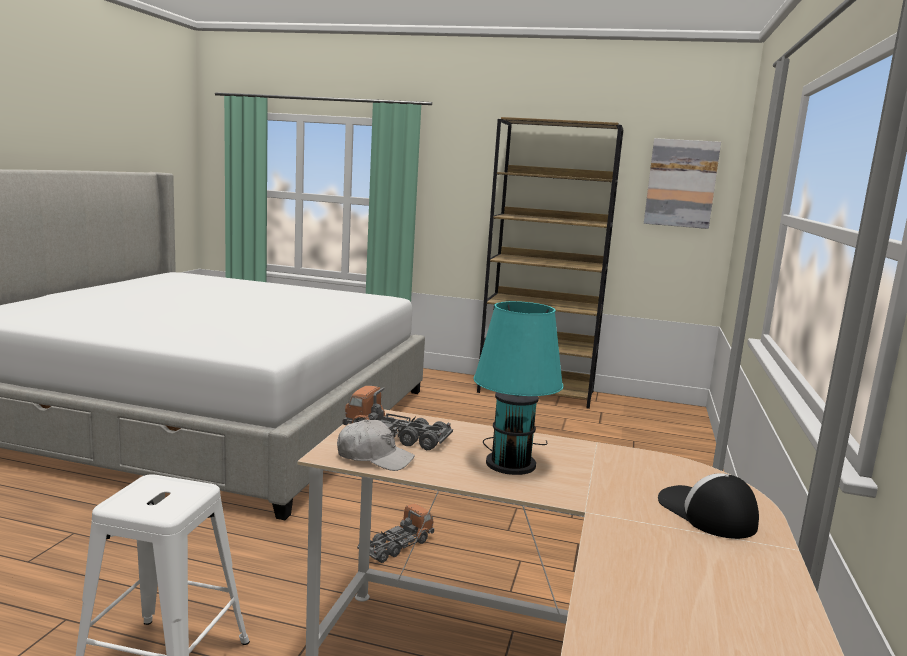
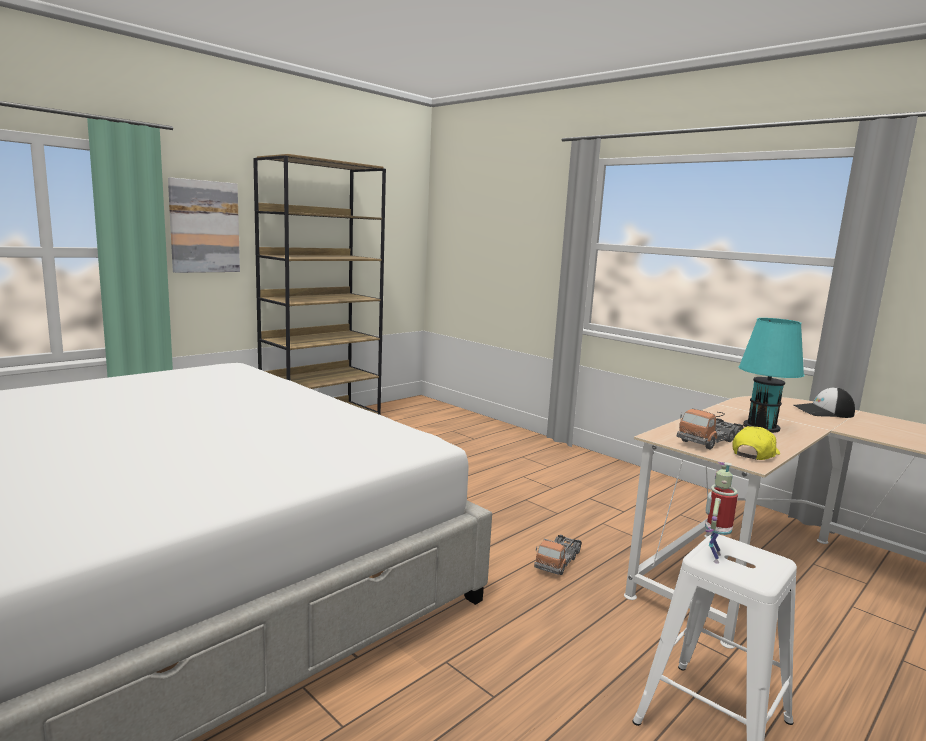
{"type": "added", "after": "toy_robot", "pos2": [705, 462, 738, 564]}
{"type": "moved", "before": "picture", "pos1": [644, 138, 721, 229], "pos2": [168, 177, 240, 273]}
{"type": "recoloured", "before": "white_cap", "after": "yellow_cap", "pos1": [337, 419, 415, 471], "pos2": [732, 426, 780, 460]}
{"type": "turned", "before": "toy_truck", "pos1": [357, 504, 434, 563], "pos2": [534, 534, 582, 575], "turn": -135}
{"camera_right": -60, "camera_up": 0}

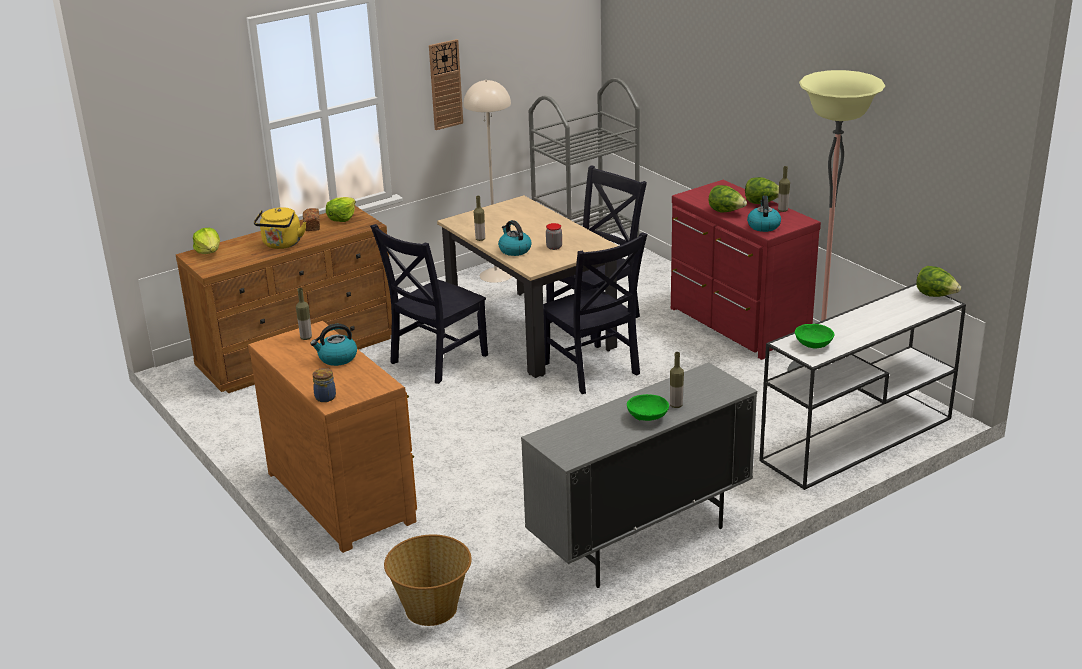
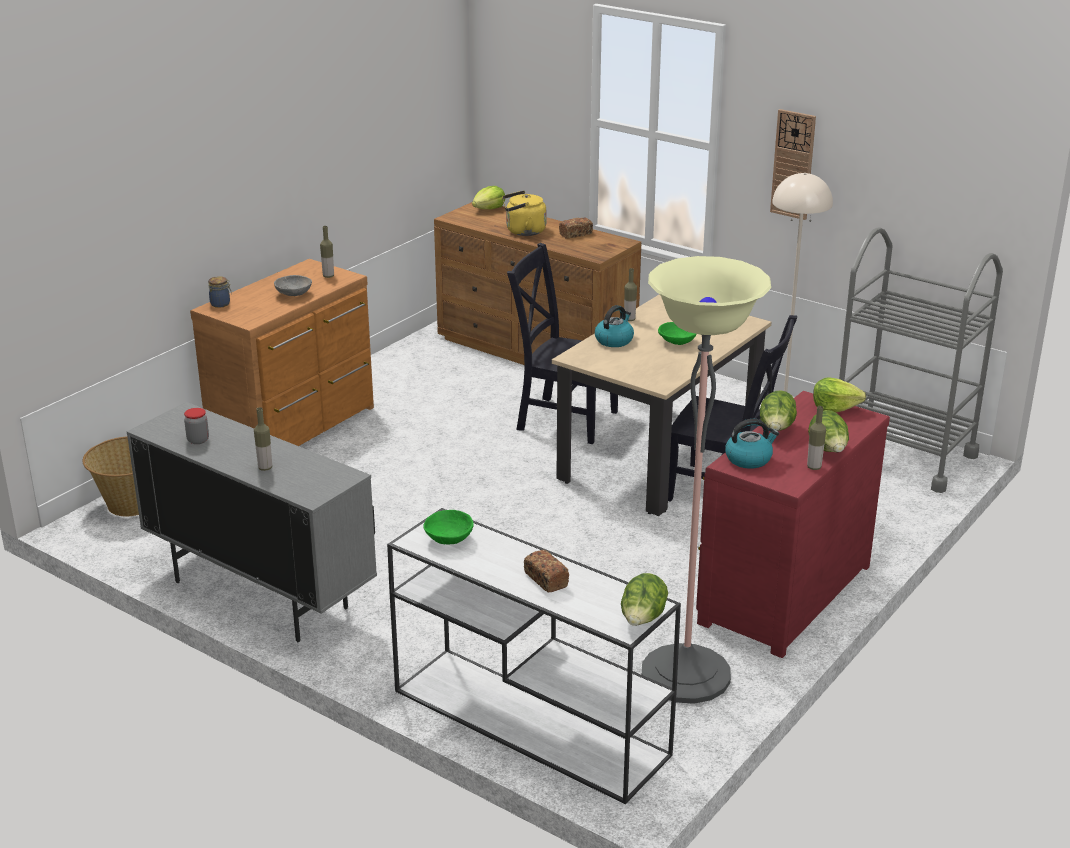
{"type": "removed", "before": "black_chair", "pos1": [543, 232, 647, 394]}
{"type": "added", "after": "bread", "pos2": [524, 550, 569, 593]}
{"type": "moved", "before": "lettuce", "pos1": [326, 197, 356, 222], "pos2": [813, 378, 866, 413]}
{"type": "moved", "before": "jar", "pos1": [546, 223, 562, 250], "pos2": [184, 408, 209, 444]}
{"type": "moved", "before": "green_bowl", "pos1": [627, 394, 669, 421], "pos2": [658, 322, 697, 345]}
{"type": "replaced", "before": "kettle", "after": "grey_bowl", "pos1": [310, 324, 357, 366], "pos2": [274, 275, 312, 296]}
{"camera_right": 70, "camera_up": 0}

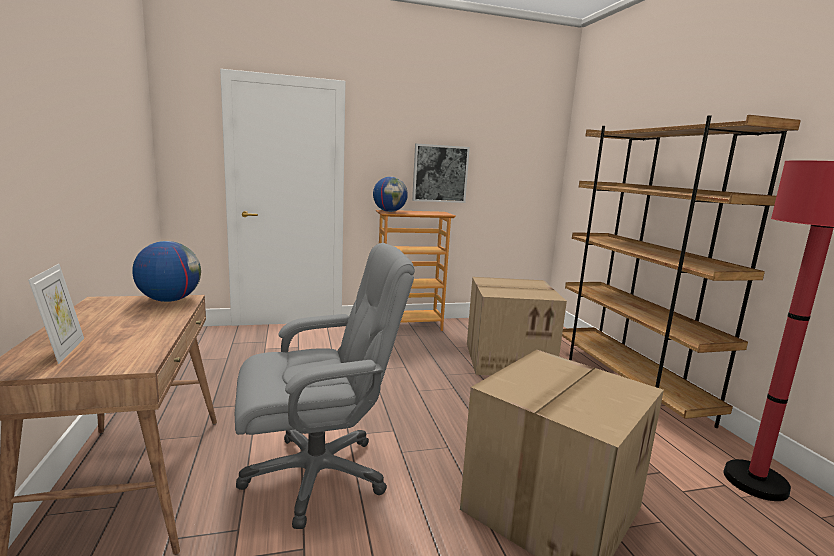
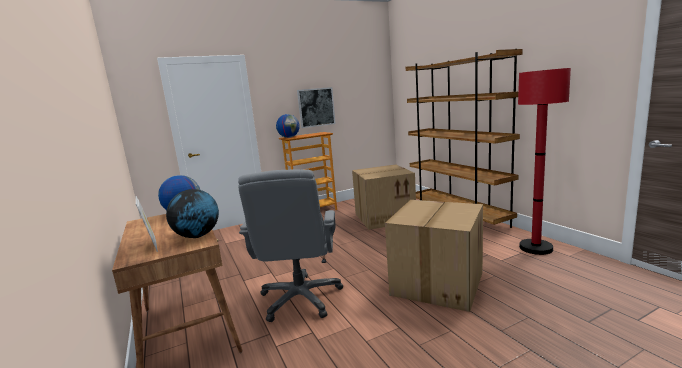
{"type": "added", "after": "globe", "pos2": [166, 189, 219, 238]}
{"type": "turned", "before": "grey_office_chair", "pos1": [235, 243, 415, 529], "pos2": [238, 169, 343, 322], "turn": 120}
{"camera_right": -10, "camera_up": 0}

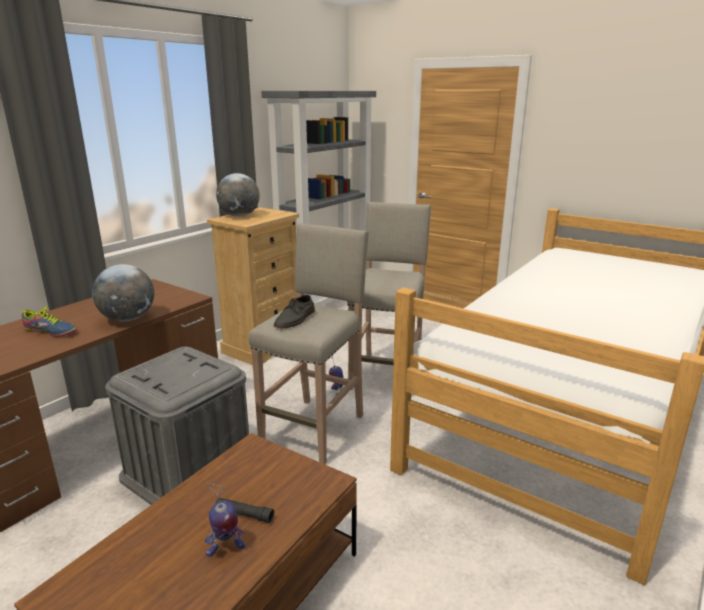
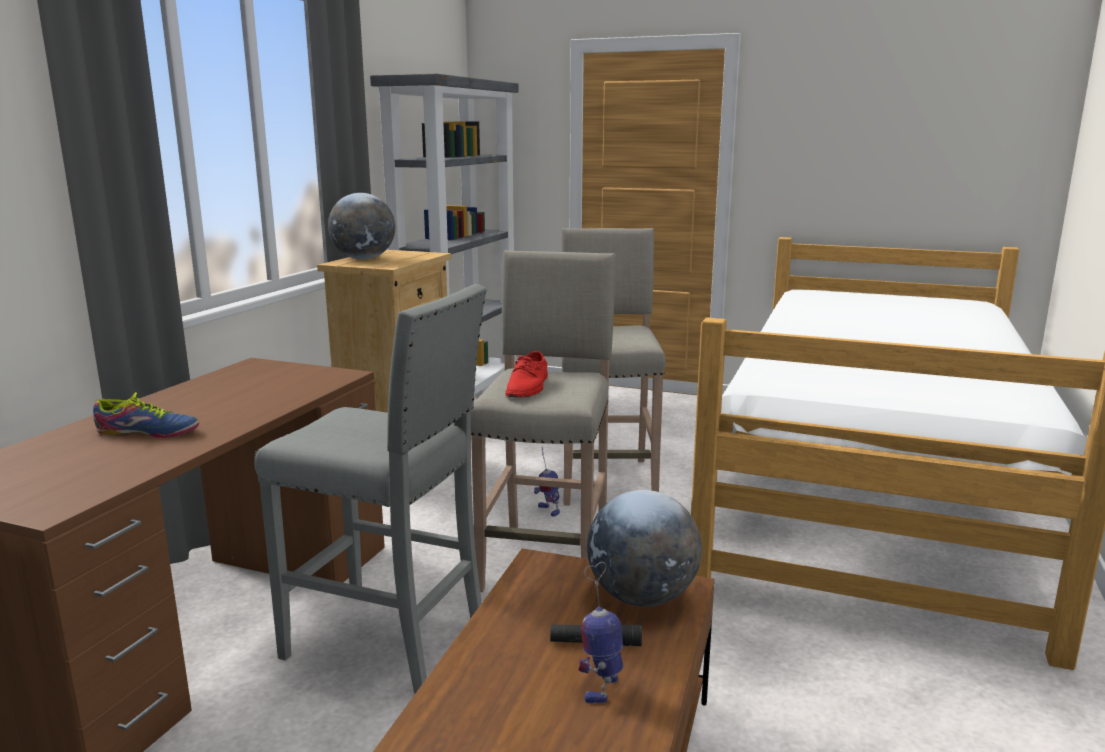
{"type": "moved", "before": "globe", "pos1": [92, 264, 154, 322], "pos2": [587, 490, 702, 606]}
{"type": "replaced", "before": "grey_storage_box", "after": "grey_stool", "pos1": [105, 347, 249, 505], "pos2": [254, 284, 487, 694]}
{"type": "recoloured", "before": "grey_shoe", "after": "red_shoe", "pos1": [274, 295, 315, 328], "pos2": [505, 351, 548, 398]}
{"type": "turned", "before": "toy_robot", "pos1": [204, 483, 245, 557], "pos2": [578, 562, 623, 704], "turn": 150}
{"camera_right": -15, "camera_up": -5}

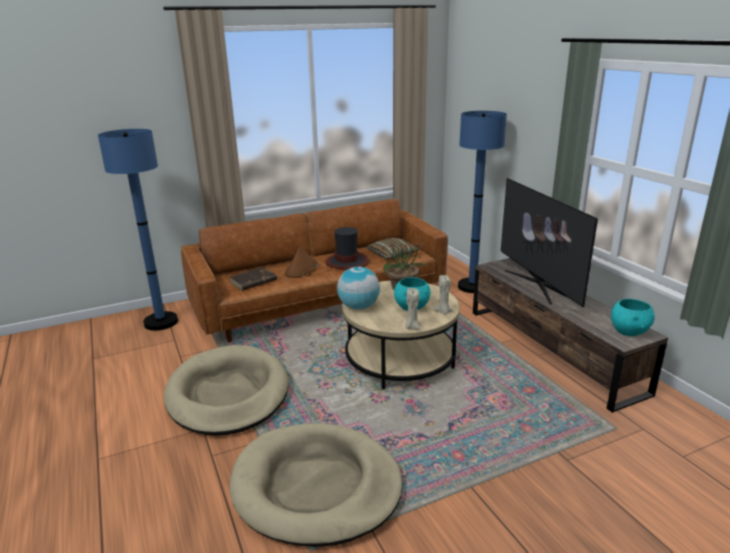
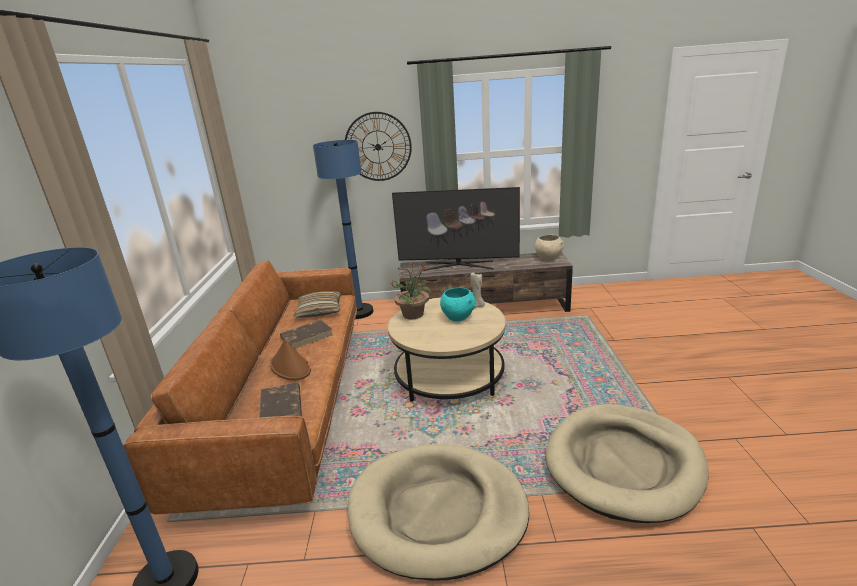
{"type": "removed", "before": "globe", "pos1": [337, 267, 380, 310]}
{"type": "removed", "before": "beige_candle", "pos1": [406, 288, 420, 329]}
{"type": "added", "after": "wall_clock", "pos2": [345, 112, 412, 181]}
{"type": "replaced", "before": "hat", "after": "brown_book", "pos1": [325, 227, 369, 270], "pos2": [280, 320, 333, 349]}
{"type": "recoloured", "before": "turquoise_bowl", "after": "beige_bowl", "pos1": [611, 299, 655, 336], "pos2": [535, 235, 565, 260]}
{"camera_right": -65, "camera_up": 0}

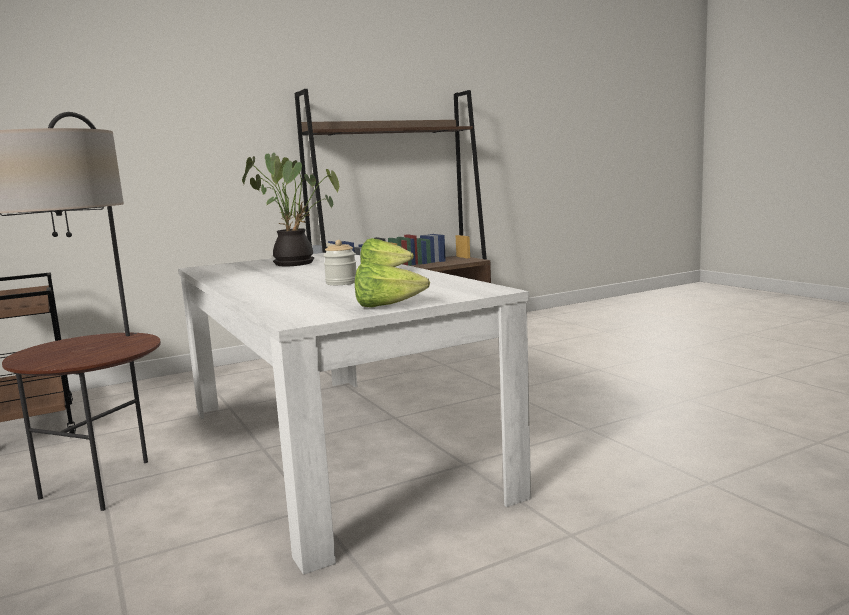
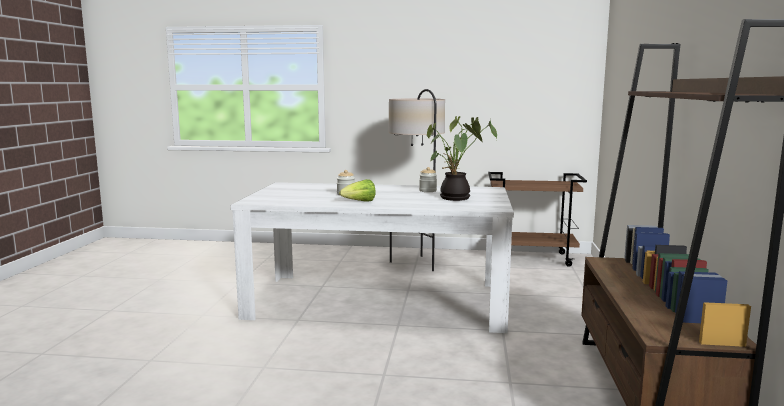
{"type": "removed", "before": "lettuce", "pos1": [355, 262, 430, 308]}
{"type": "added", "after": "jar", "pos2": [419, 167, 437, 192]}
{"camera_right": 125, "camera_up": 0}

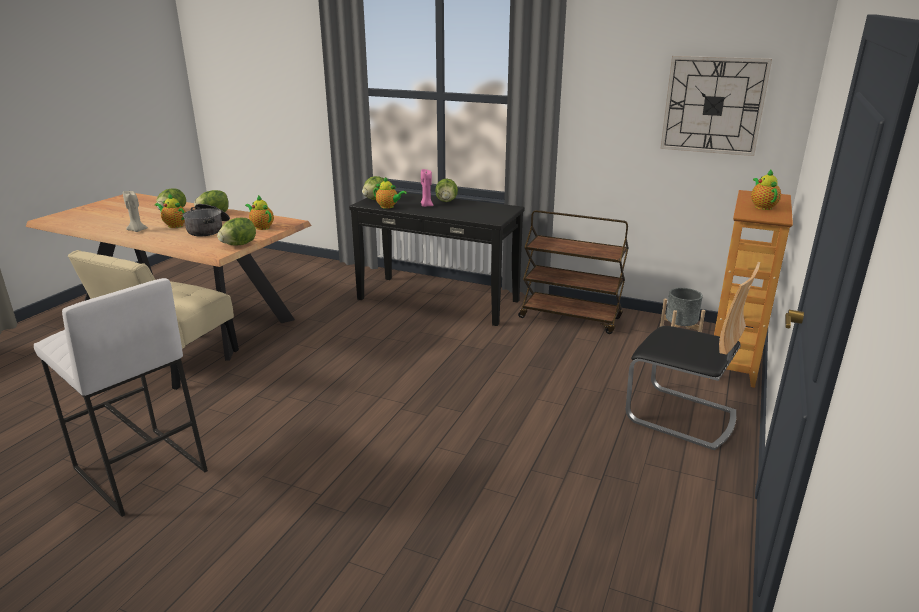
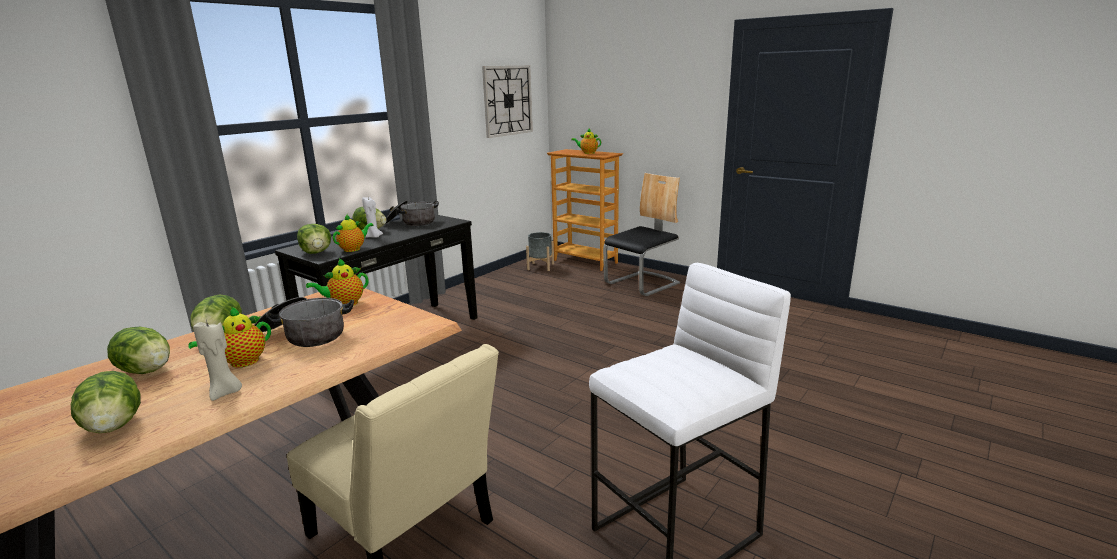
{"type": "removed", "before": "brown_cart", "pos1": [518, 210, 629, 334]}
{"type": "added", "after": "cooking_pot", "pos2": [385, 200, 439, 226]}
{"type": "moved", "before": "lettuce", "pos1": [217, 218, 256, 246], "pos2": [71, 371, 141, 433]}
{"type": "recoloured", "before": "pink_candle", "after": "white_candle", "pos1": [421, 169, 434, 207], "pos2": [362, 197, 383, 238]}
{"camera_right": -75, "camera_up": -5}

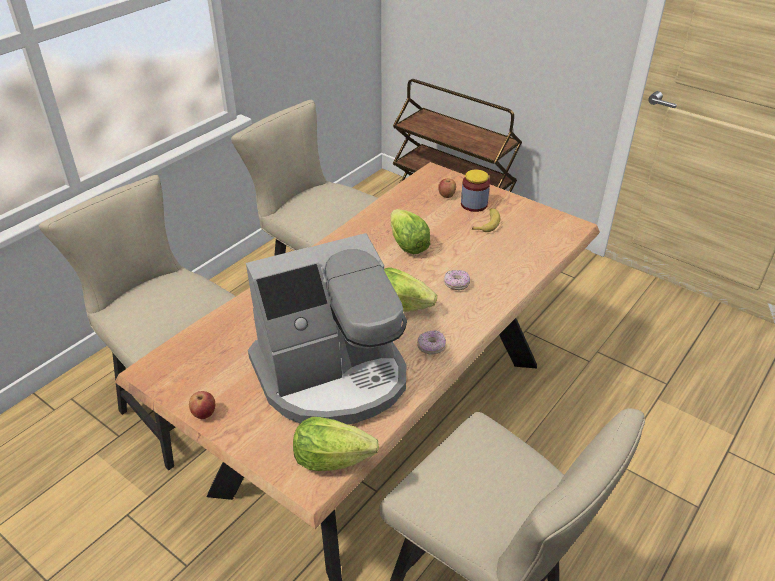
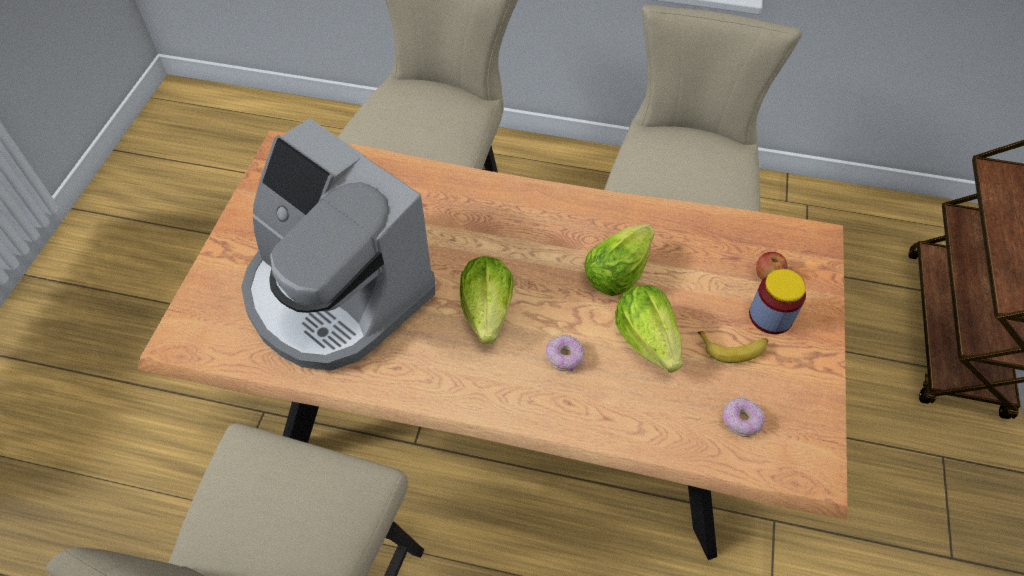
{"type": "removed", "before": "apple", "pos1": [189, 391, 215, 419]}
{"type": "moved", "before": "lettuce", "pos1": [293, 417, 379, 471], "pos2": [615, 285, 682, 373]}
{"type": "moved", "before": "donut", "pos1": [417, 330, 446, 354], "pos2": [723, 397, 765, 437]}
{"camera_right": 65, "camera_up": 15}

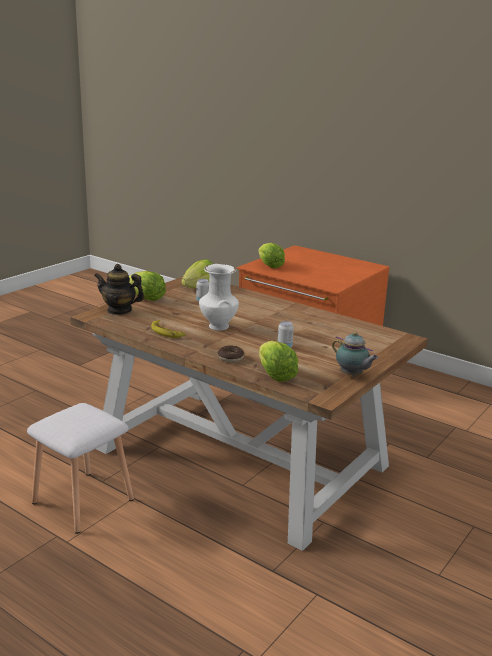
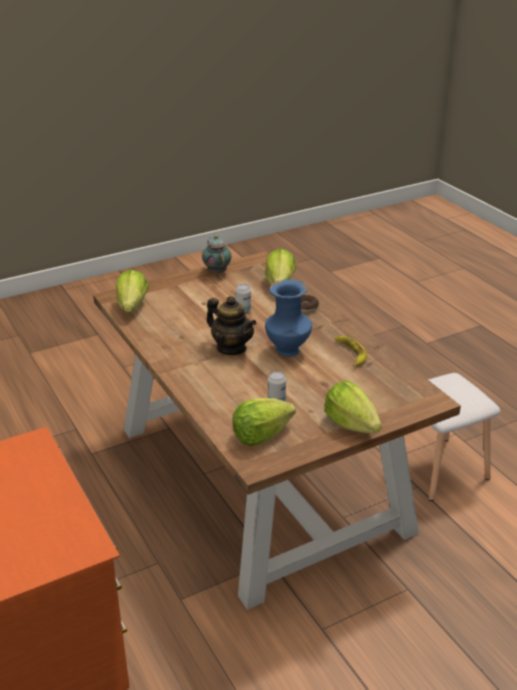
{"type": "moved", "before": "teapot", "pos1": [94, 264, 145, 315], "pos2": [206, 296, 256, 355]}
{"type": "moved", "before": "lettuce", "pos1": [258, 243, 285, 268], "pos2": [116, 270, 149, 312]}
{"type": "recoloured", "before": "white_vase", "after": "blue_vase", "pos1": [199, 264, 239, 330], "pos2": [265, 280, 312, 357]}
{"camera_right": -155, "camera_up": 10}

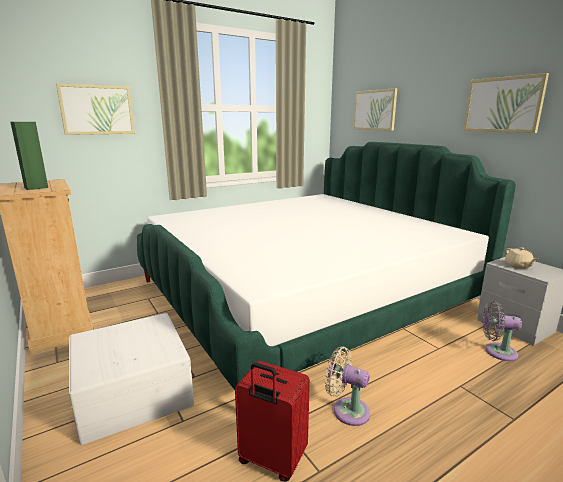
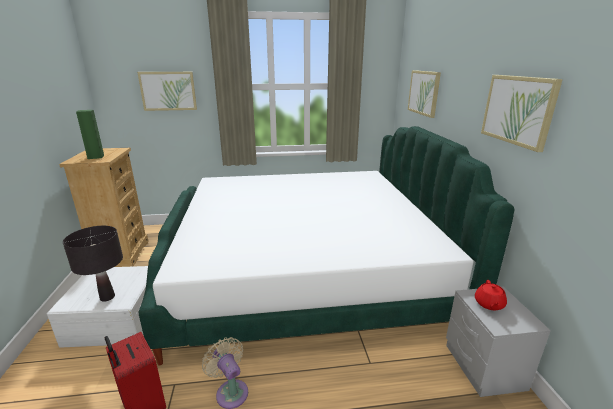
{"type": "removed", "before": "grey_fan", "pos1": [483, 301, 522, 361]}
{"type": "added", "after": "black_table_lamp", "pos2": [63, 226, 123, 302]}
{"type": "recoloured", "before": "beige_teapot", "after": "red_teapot", "pos1": [505, 247, 538, 269], "pos2": [475, 280, 507, 310]}
{"camera_right": 25, "camera_up": 5}

